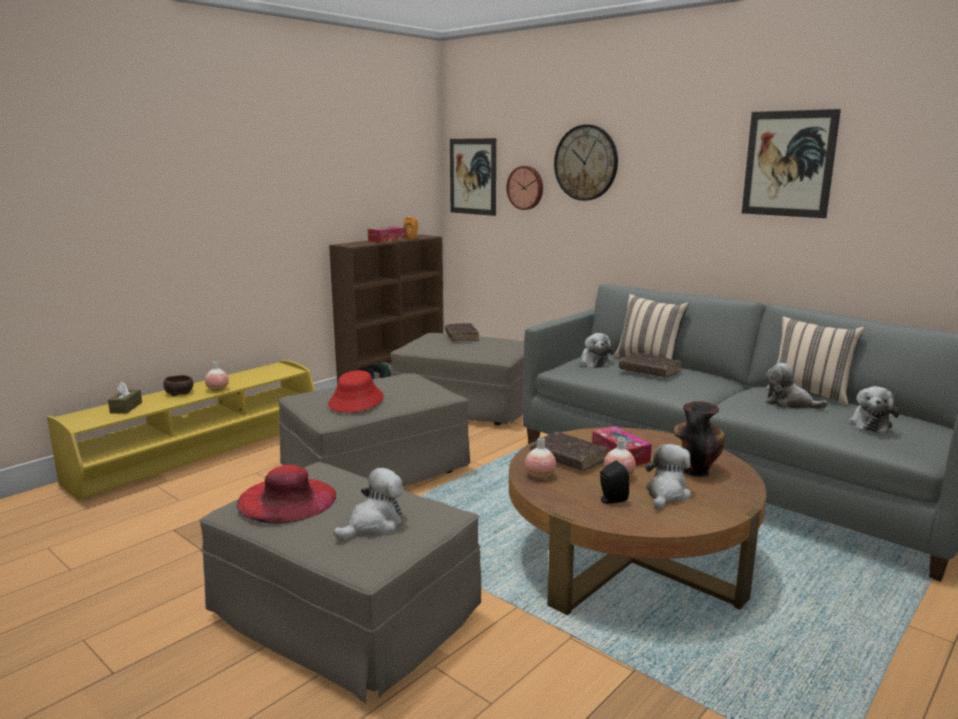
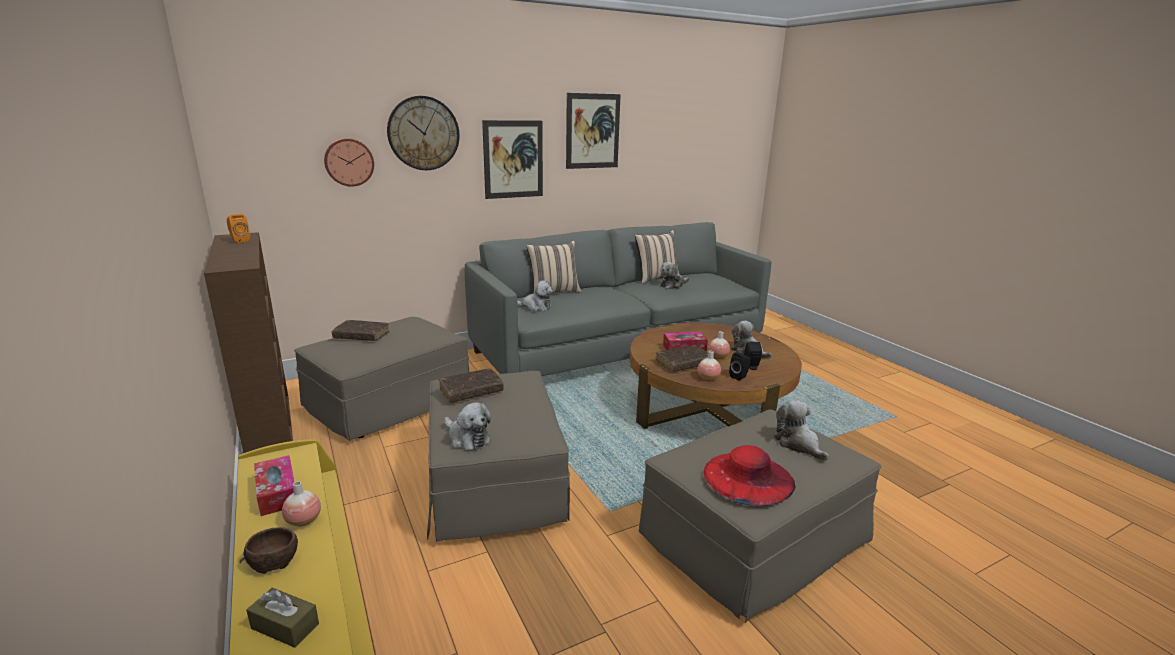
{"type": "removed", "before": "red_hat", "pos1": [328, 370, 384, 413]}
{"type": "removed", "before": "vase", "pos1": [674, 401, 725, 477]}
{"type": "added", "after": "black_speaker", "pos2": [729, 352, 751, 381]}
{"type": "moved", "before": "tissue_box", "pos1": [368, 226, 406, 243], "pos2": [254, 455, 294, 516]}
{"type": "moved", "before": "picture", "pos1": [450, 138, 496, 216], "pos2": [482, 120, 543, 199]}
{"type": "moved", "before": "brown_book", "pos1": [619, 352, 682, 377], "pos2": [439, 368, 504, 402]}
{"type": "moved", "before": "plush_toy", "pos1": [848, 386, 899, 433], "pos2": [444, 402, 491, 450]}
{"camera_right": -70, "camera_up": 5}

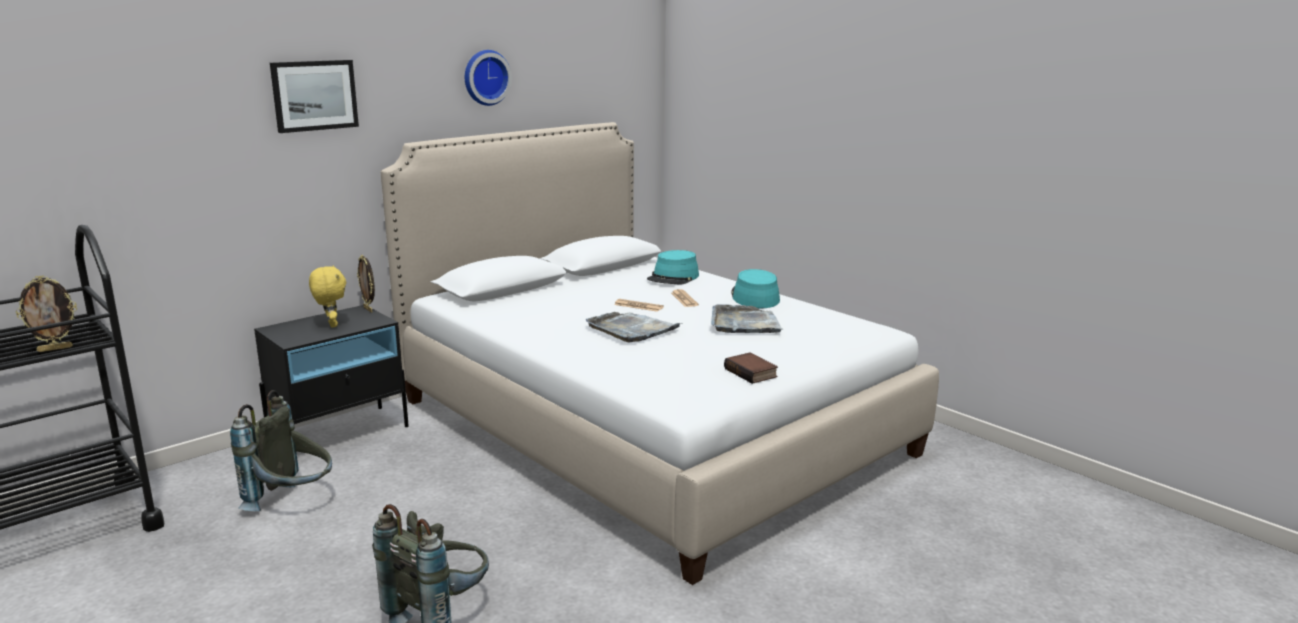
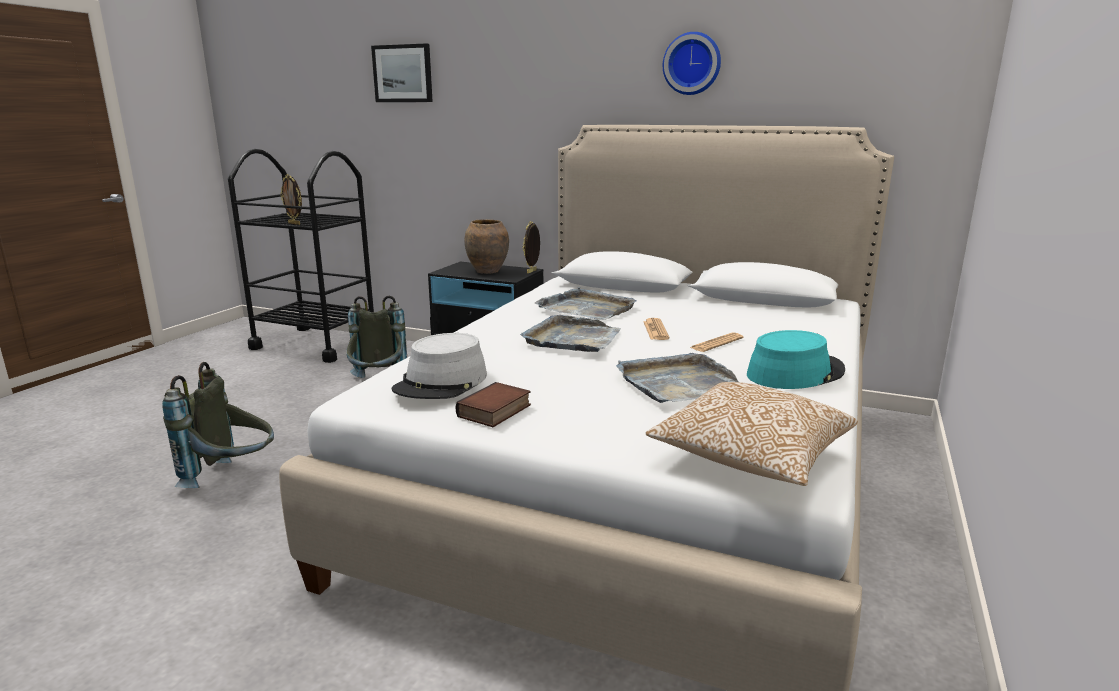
{"type": "removed", "before": "turquoise_hat", "pos1": [647, 250, 699, 284]}
{"type": "added", "after": "grey_hat", "pos2": [392, 333, 487, 399]}
{"type": "added", "after": "grey_tray", "pos2": [535, 287, 637, 320]}
{"type": "added", "after": "pillow", "pos2": [646, 382, 858, 486]}
{"type": "moved", "before": "picture", "pos1": [270, 60, 359, 133], "pos2": [371, 43, 433, 102]}
{"type": "replaced", "before": "yellow_plush_toy", "after": "brown_vase", "pos1": [309, 266, 346, 327], "pos2": [464, 219, 509, 274]}
{"camera_right": 65, "camera_up": 0}

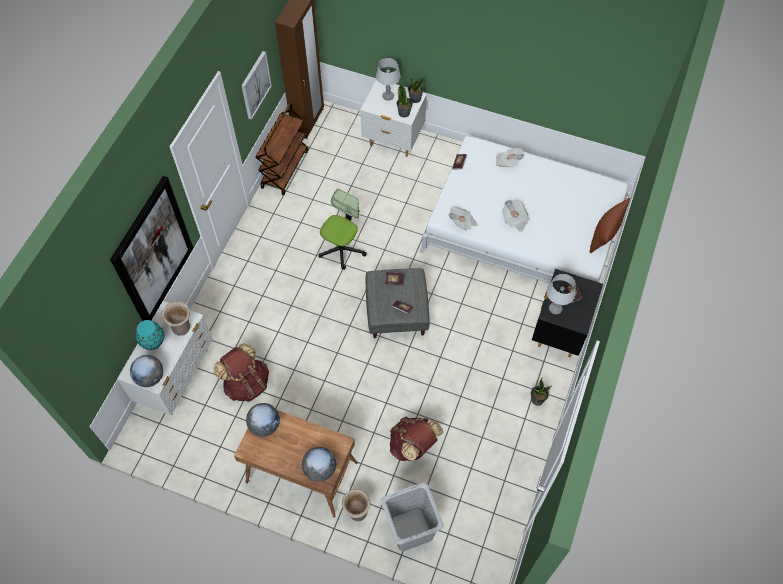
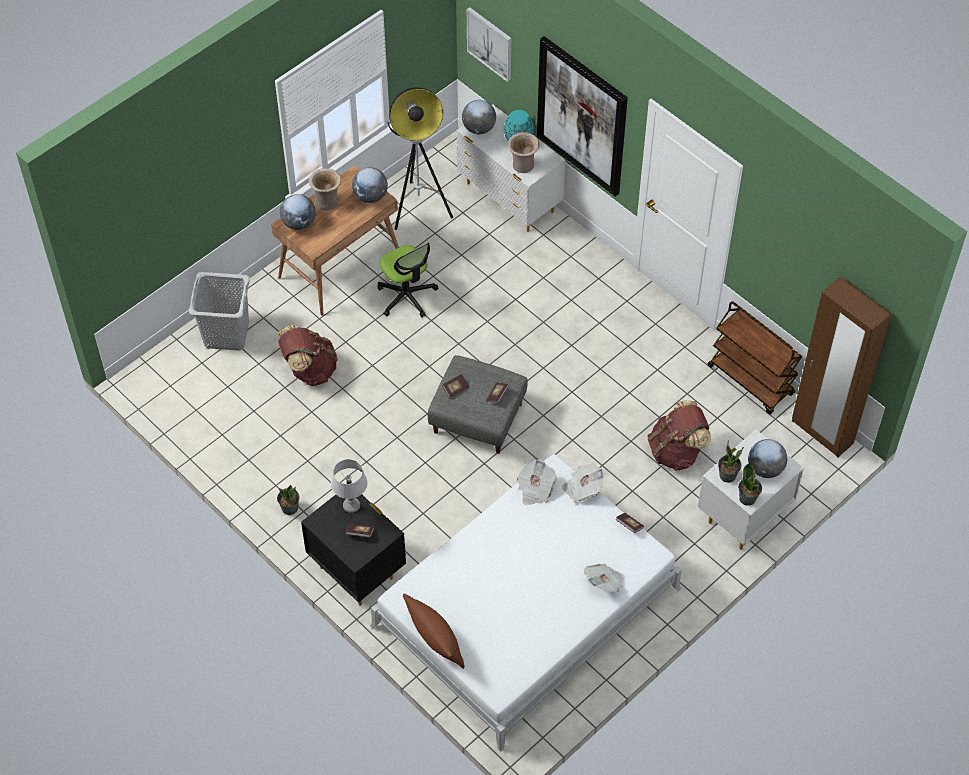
{"type": "added", "after": "floor_lamp", "pos2": [387, 87, 453, 230]}
{"type": "moved", "before": "brown_backpack", "pos1": [214, 344, 269, 402], "pos2": [647, 401, 711, 471]}
{"type": "moved", "before": "picture", "pos1": [241, 51, 272, 120], "pos2": [467, 7, 511, 82]}
{"type": "moved", "before": "office_chair", "pos1": [319, 189, 367, 270], "pos2": [377, 242, 438, 317]}
{"type": "moved", "before": "beige_vase", "pos1": [342, 489, 371, 521], "pos2": [309, 168, 341, 211]}
{"type": "moved", "before": "newspaper", "pos1": [502, 199, 530, 232], "pos2": [562, 463, 605, 503]}
{"type": "replaced", "before": "grey_table_lamp", "after": "globe", "pos1": [376, 58, 401, 101], "pos2": [748, 439, 787, 478]}
{"camera_right": 115, "camera_up": -5}

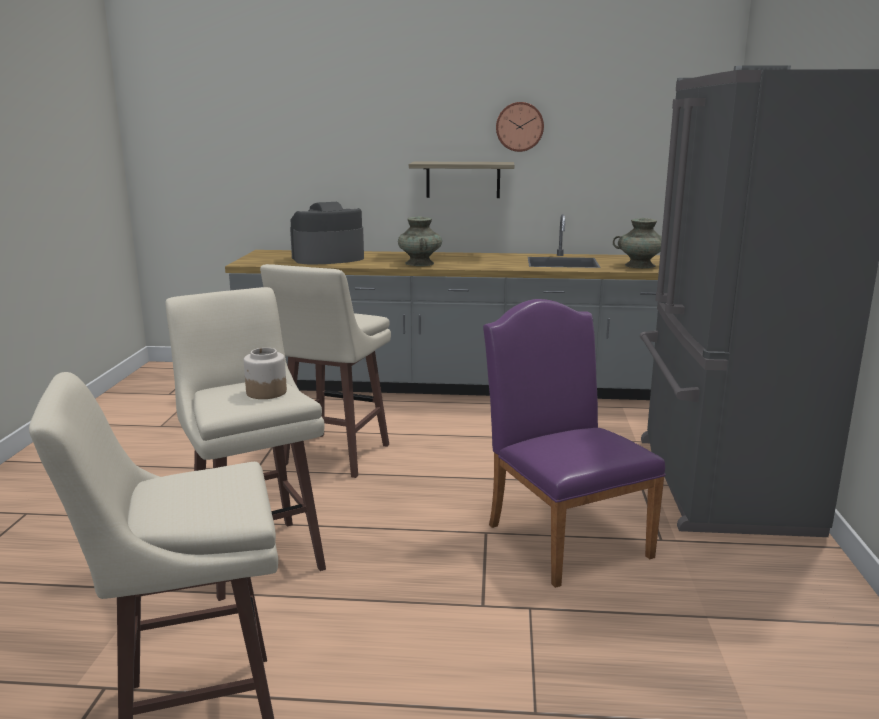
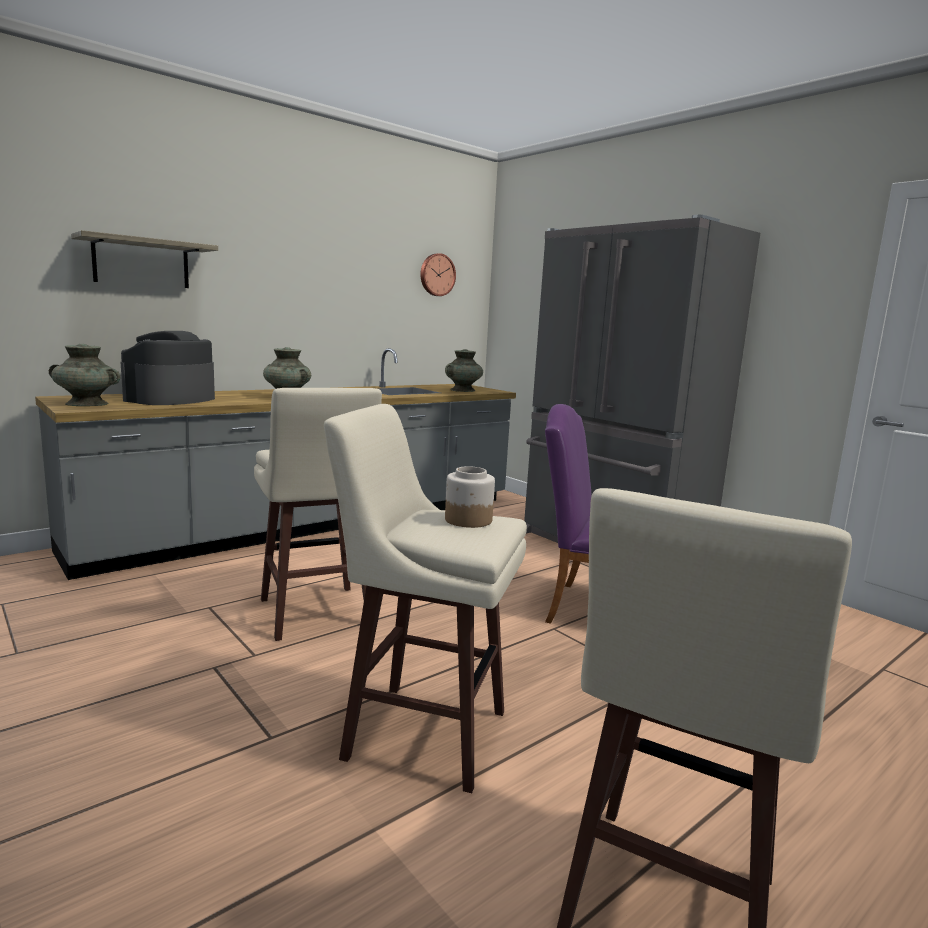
{"type": "added", "after": "turquoise_vase", "pos2": [49, 344, 121, 406]}
{"type": "moved", "before": "shelf", "pos1": [409, 162, 514, 198], "pos2": [71, 230, 218, 288]}
{"type": "moved", "before": "wall_clock", "pos1": [496, 102, 544, 152], "pos2": [420, 253, 456, 296]}
{"camera_right": -45, "camera_up": -5}

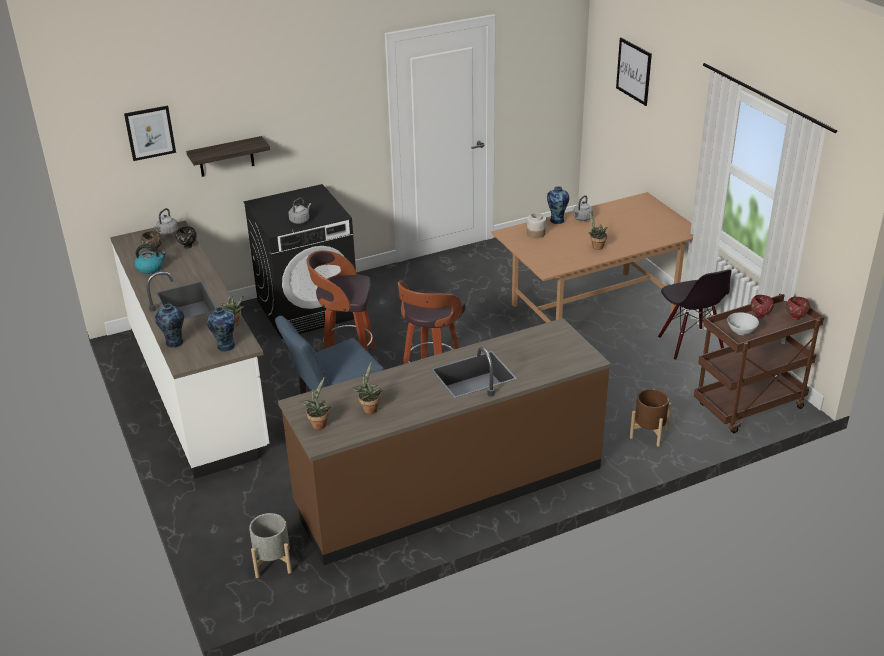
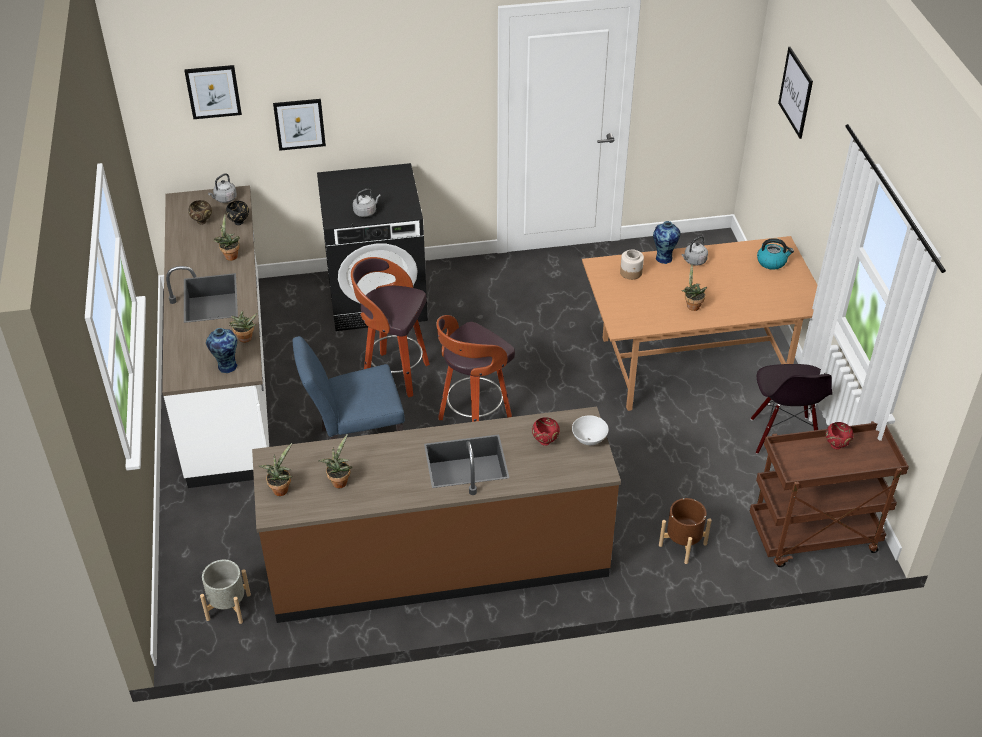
{"type": "removed", "before": "vase", "pos1": [155, 304, 184, 348]}
{"type": "added", "after": "potted_plant", "pos2": [214, 214, 240, 261]}
{"type": "moved", "before": "kettle", "pos1": [135, 244, 166, 274], "pos2": [757, 238, 794, 270]}
{"type": "moved", "before": "white_bowl", "pos1": [727, 312, 759, 335], "pos2": [572, 415, 609, 445]}
{"type": "moved", "before": "red_bowl", "pos1": [786, 297, 810, 320], "pos2": [532, 417, 560, 446]}
{"type": "replaced", "before": "shelf", "after": "picture", "pos1": [186, 136, 270, 177], "pos2": [273, 99, 326, 151]}
{"camera_right": 15, "camera_up": 10}

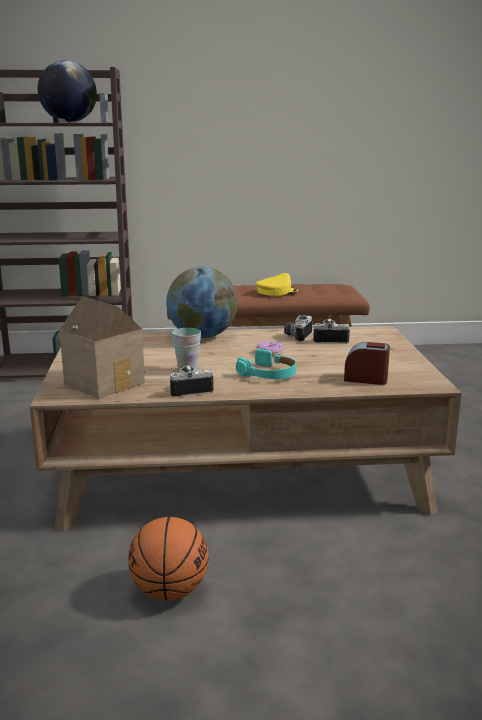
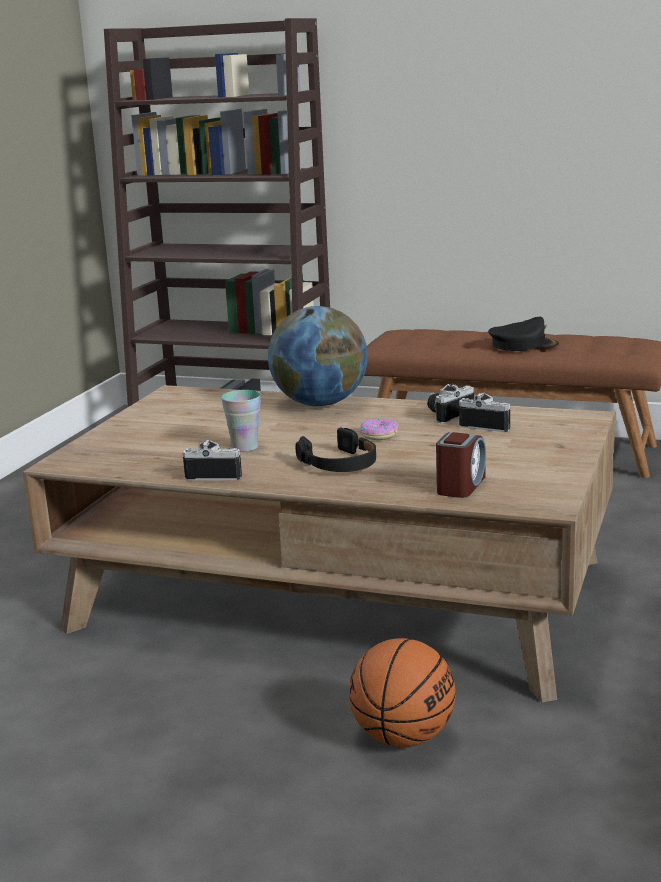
{"type": "removed", "before": "globe", "pos1": [38, 60, 97, 122]}
{"type": "removed", "before": "toy_house", "pos1": [59, 296, 145, 399]}
{"type": "moved", "before": "basketball", "pos1": [128, 517, 209, 600], "pos2": [349, 638, 455, 747]}
{"type": "recoloured", "before": "turquoise_headphones", "after": "black_headphones", "pos1": [236, 349, 296, 379], "pos2": [295, 427, 376, 472]}
{"type": "recoloured", "before": "yellow_cap", "after": "black_cap", "pos1": [256, 273, 299, 296], "pos2": [488, 317, 559, 351]}
{"type": "turned", "before": "alarm_clock", "pos1": [344, 342, 390, 385], "pos2": [436, 432, 486, 498], "turn": 75}
{"camera_right": 25, "camera_up": 0}

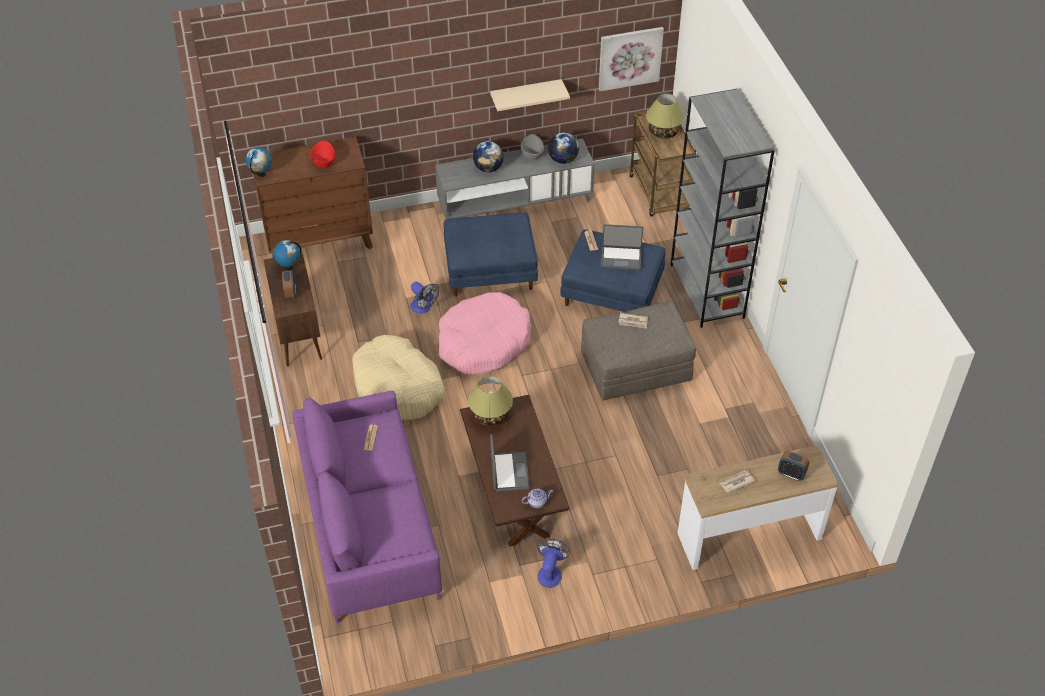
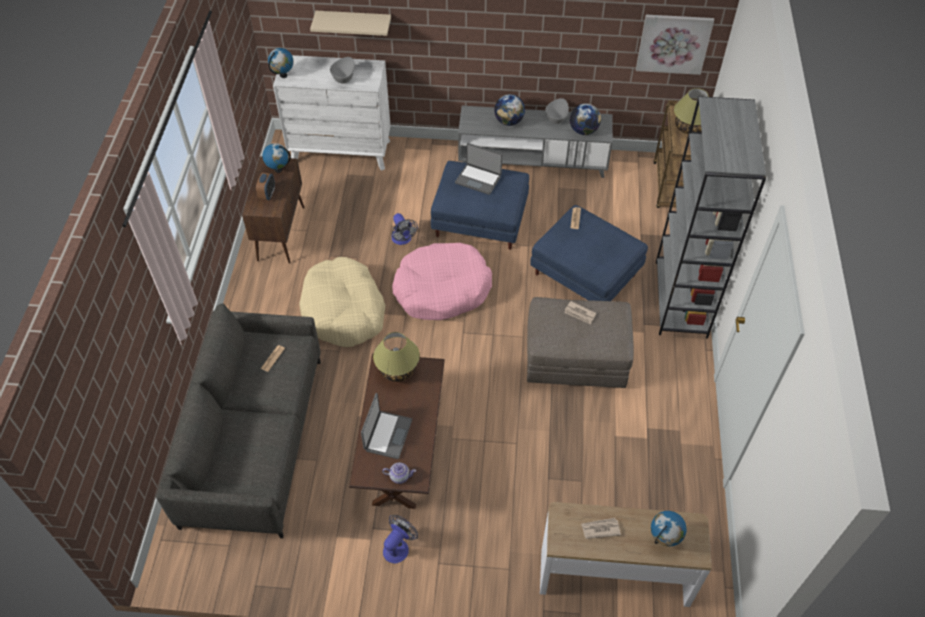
{"type": "moved", "before": "beige_shelf", "pos1": [490, 79, 570, 111], "pos2": [310, 11, 391, 36]}
{"type": "moved", "before": "laptop", "pos1": [601, 224, 643, 270], "pos2": [455, 143, 502, 195]}
{"type": "replaced", "before": "alarm_clock", "after": "globe", "pos1": [778, 451, 809, 481], "pos2": [651, 511, 687, 547]}
{"type": "recoloured", "before": "brown_dresser", "after": "white_dresser", "pos1": [253, 137, 373, 258], "pos2": [273, 55, 391, 171]}
{"type": "recoloured", "before": "purple_sofa", "after": "grey_sofa", "pos1": [292, 390, 442, 624], "pos2": [156, 303, 321, 538]}
{"type": "recoloured", "before": "red_bowl", "after": "grey_bowl", "pos1": [310, 141, 335, 168], "pos2": [330, 57, 355, 83]}
{"camera_right": 20, "camera_up": 5}

